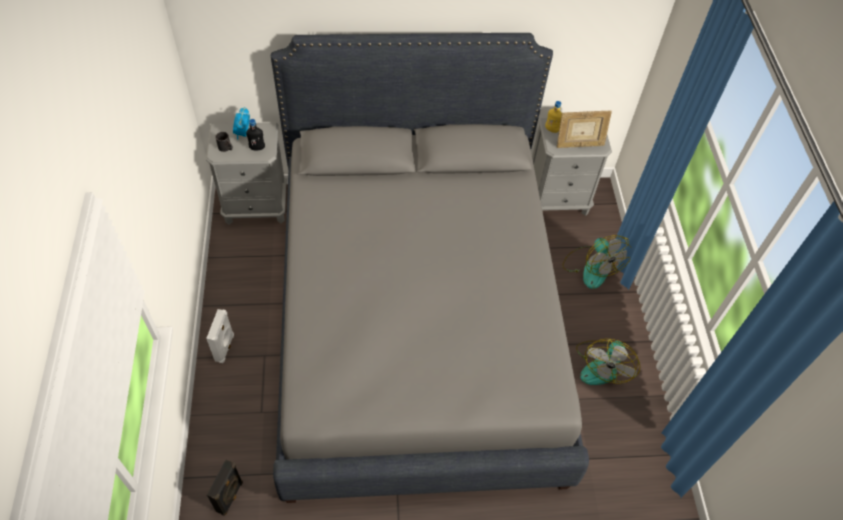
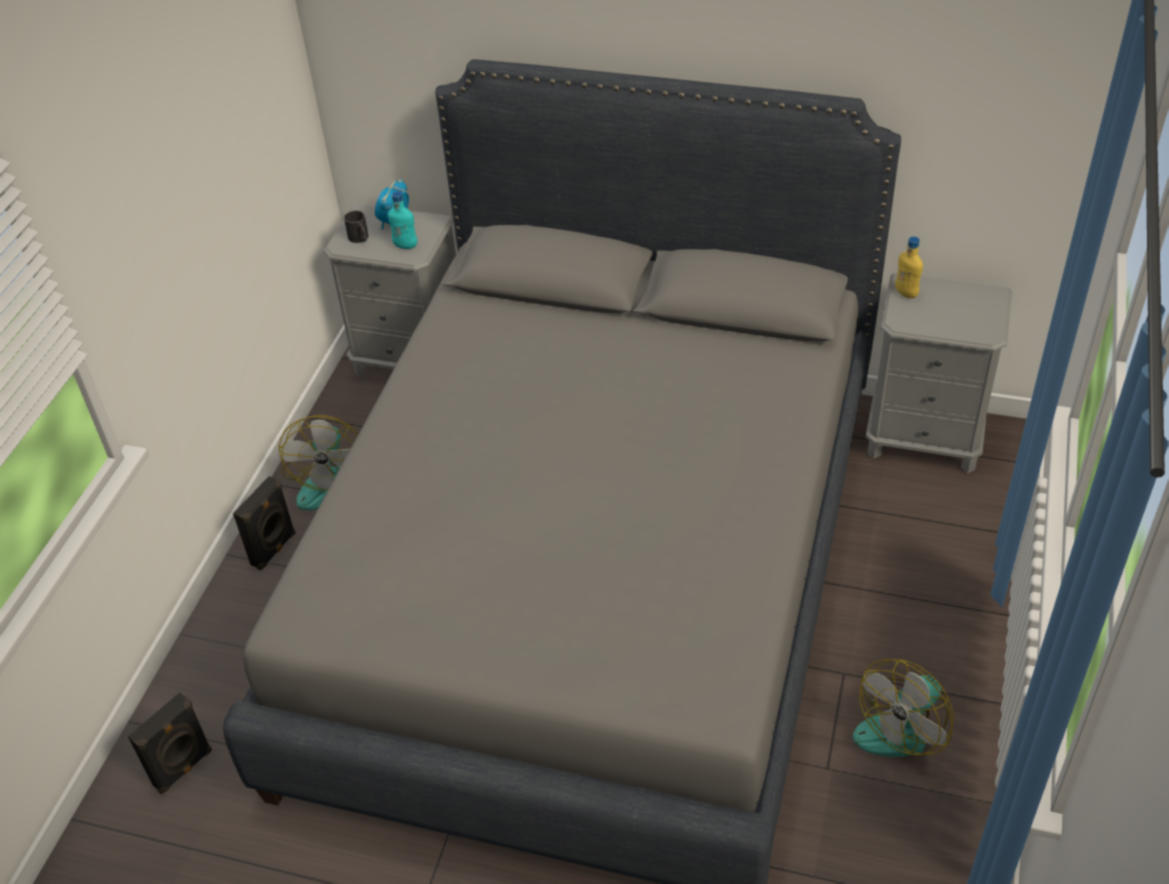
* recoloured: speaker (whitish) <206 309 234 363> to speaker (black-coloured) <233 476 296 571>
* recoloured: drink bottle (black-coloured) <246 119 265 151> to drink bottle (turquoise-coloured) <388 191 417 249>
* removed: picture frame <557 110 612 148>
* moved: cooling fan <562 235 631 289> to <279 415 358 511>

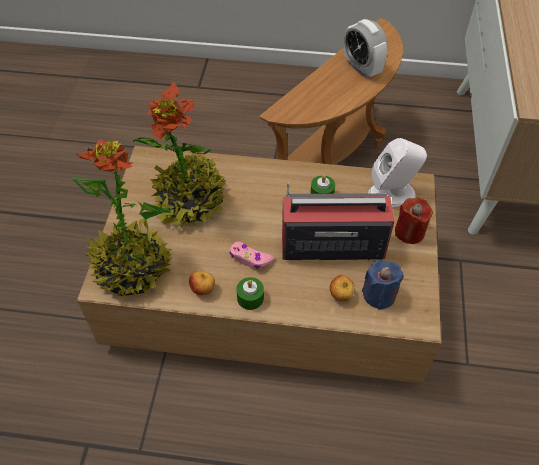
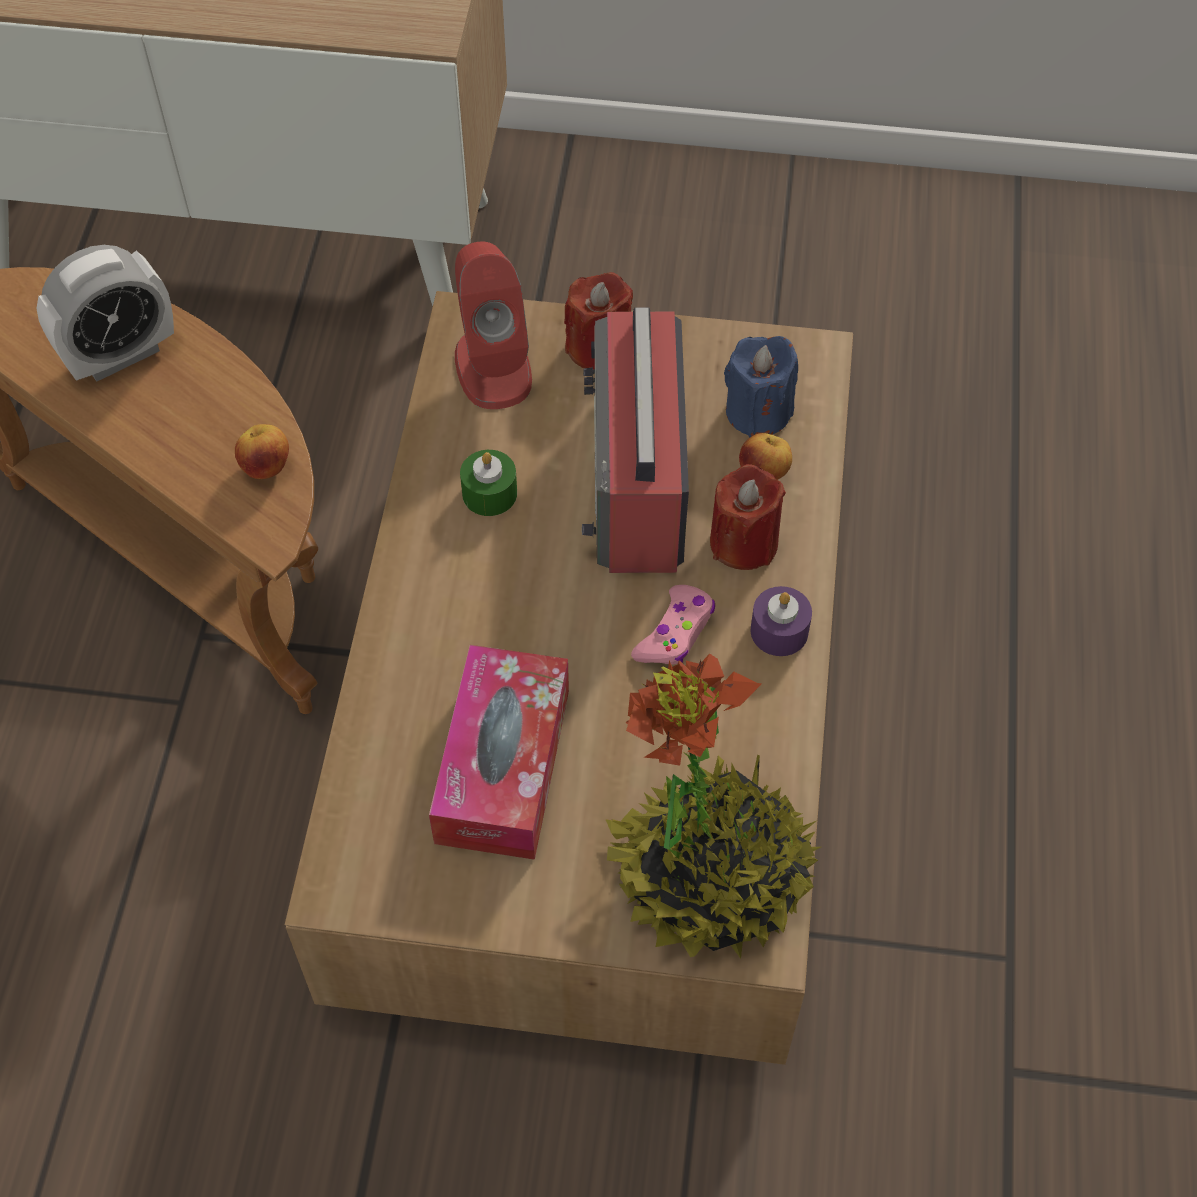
* replaced: potted plant <133 81 226 228> to tissue holder <429 645 569 860>
* moved: apple fruit <189 271 215 295> to <235 424 289 479>
* recoloured: candle (green) <236 277 264 310> to candle (purple) <751 586 812 656>
* recoloured: speaker (whitish) <368 138 427 207> to speaker (red-coloured) <455 242 532 409>
* added: candle (red-coloured) <710 464 786 570>

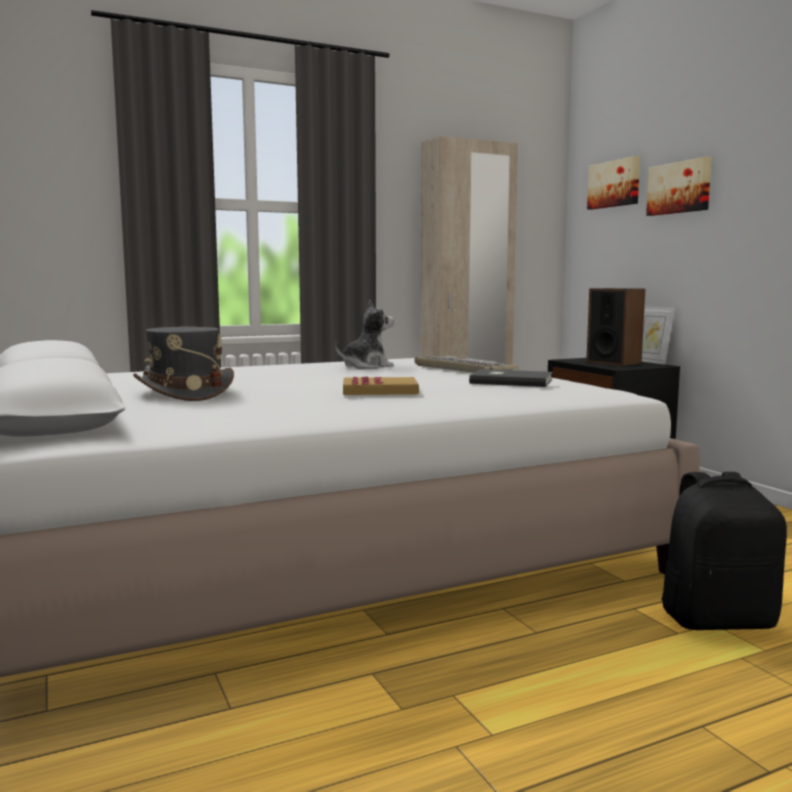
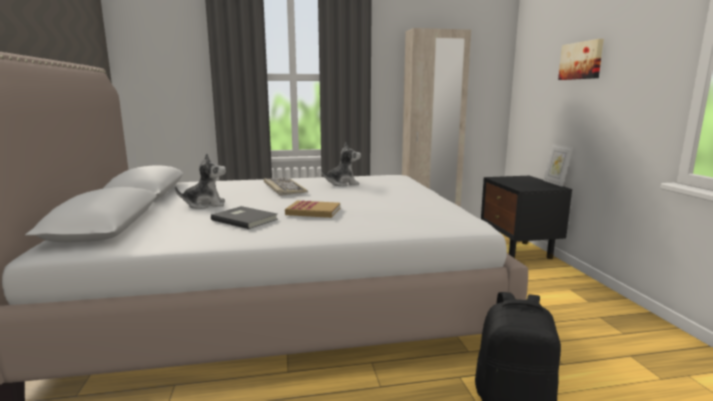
* replaced: hat (gray) <133 327 234 401> to soft toy <175 154 226 209>
* moved: computer keyboard <414 356 519 373> to <264 178 308 196>
* moved: bound book (gray) <469 369 553 387> to <211 206 278 229>
* removed: speaker <586 288 645 366>
* removed: wall picture <587 156 640 210>

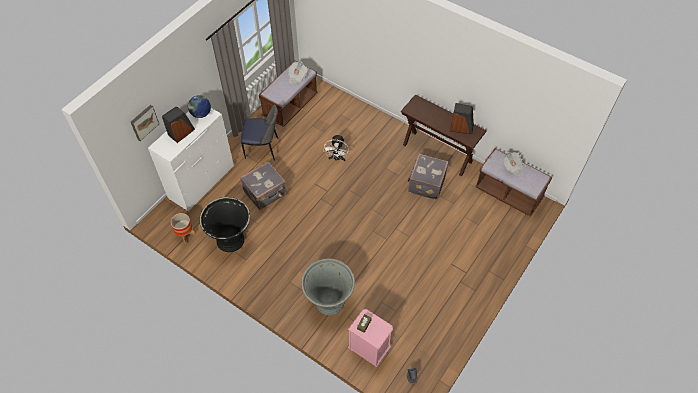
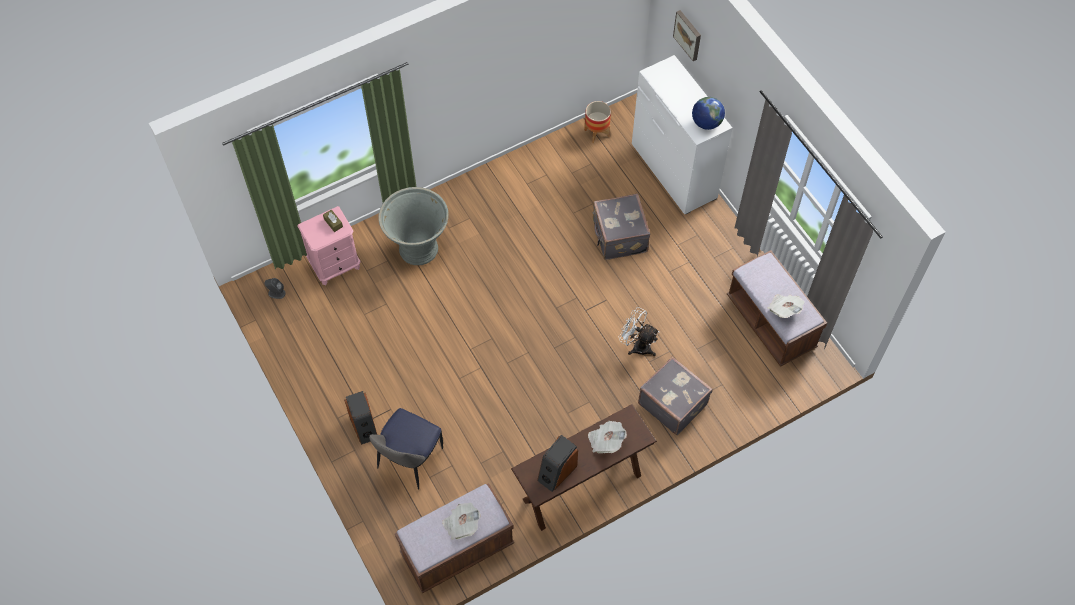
* moved: speaker <162 107 195 143> to <344 391 377 445>
* removed: flower pot (black-coloured) <200 197 250 252>
* moved: chair <241 104 278 161> to <369 408 443 490>
* moved: piece of luggage (gray) <408 154 449 200> to <638 356 713 435>
* added: newspaper <588 421 627 453>

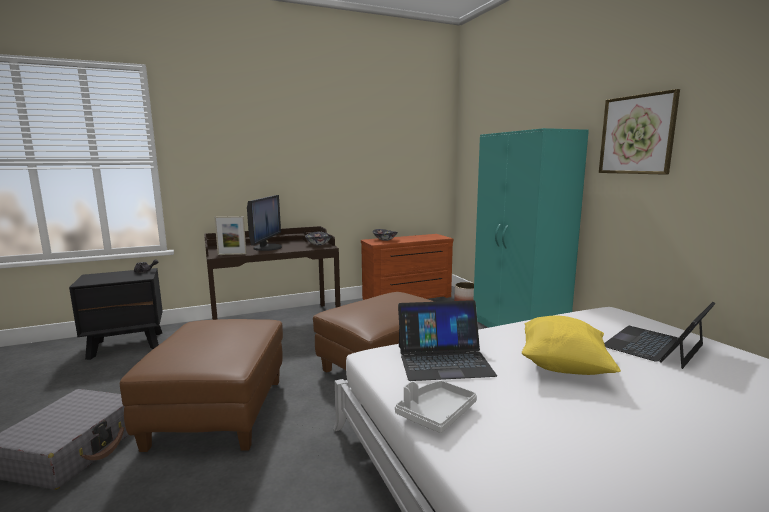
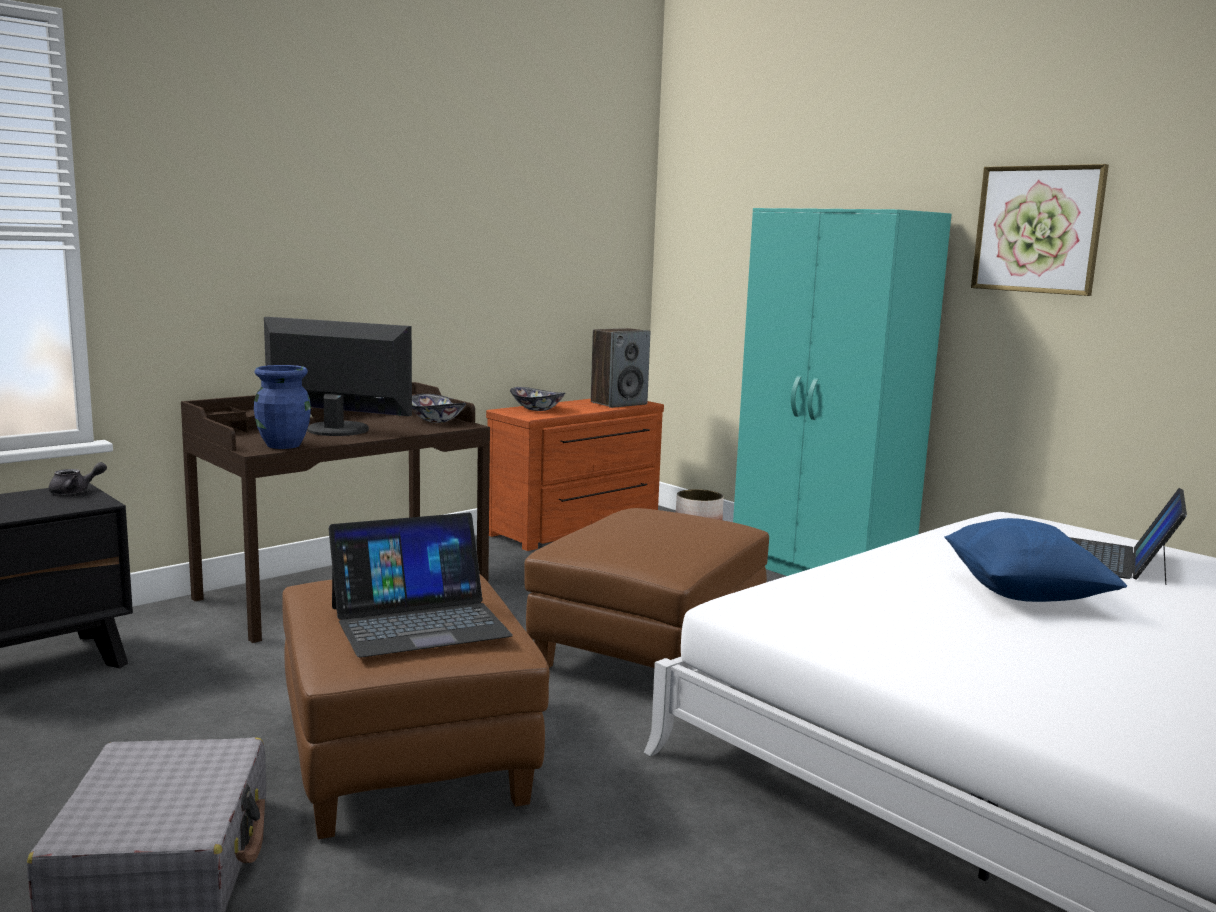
* replaced: picture frame <214 216 247 255> to flower vase (bluish) <254 365 311 449>
* turned: computer display <247 195 282 251> = <264 317 412 436> 60 degrees counterclockwise
* removed: tray (gray) <395 381 477 433>
* moved: laptop <398 300 497 381> to <329 513 513 657>
* recoloured: cushion (yellow-coloured) <522 316 621 375> to cushion (bluish) <944 518 1127 602>
* added: speaker <591 328 650 408>

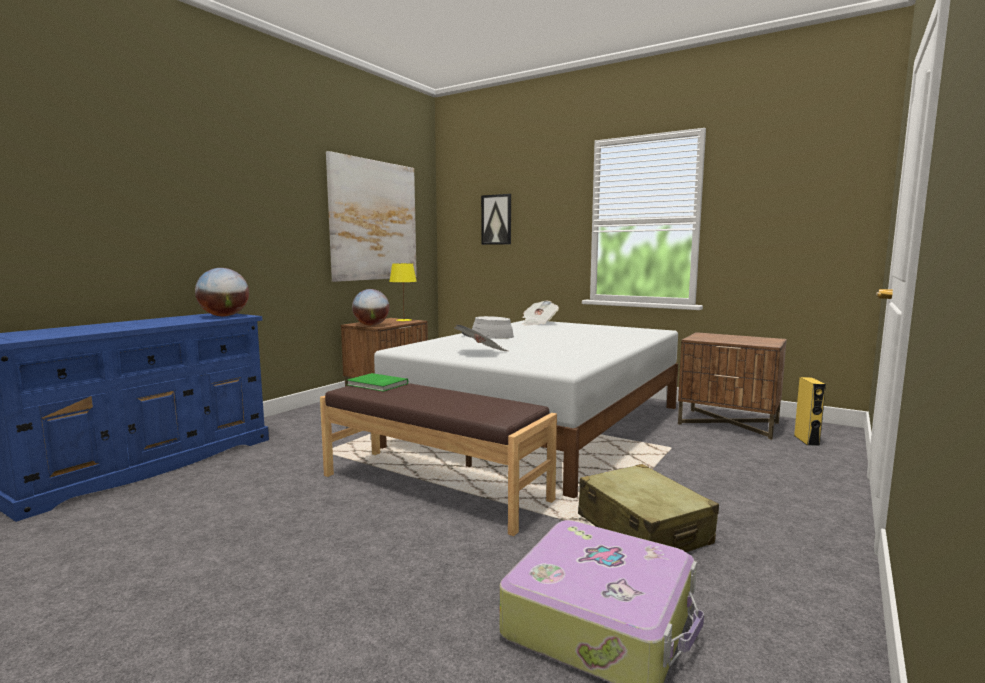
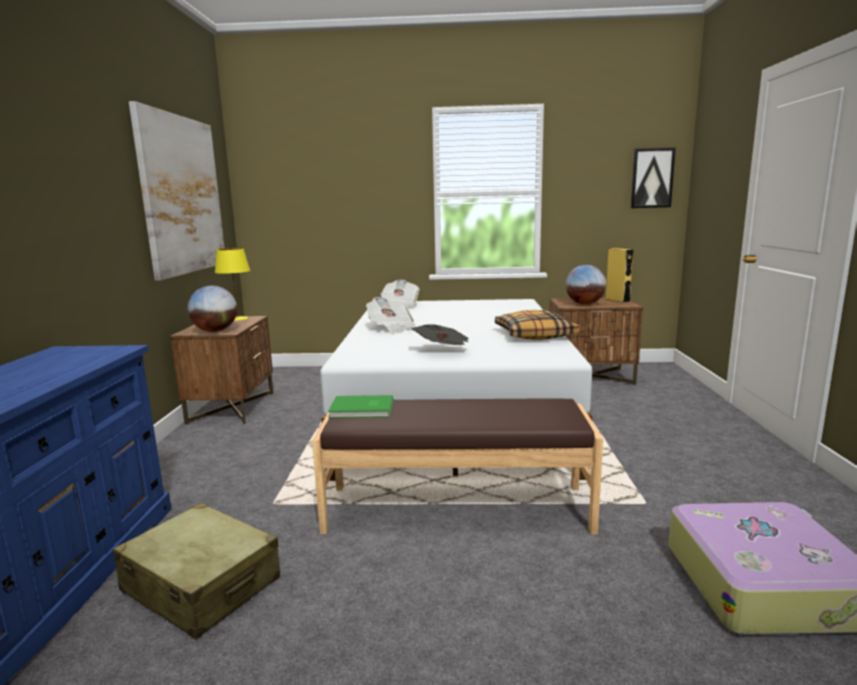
* moved: globe <195 268 249 316> to <565 265 606 304>
* replaced: hat (gray) <462 316 514 339> to newspaper <366 297 416 333>
* moved: wall picture <481 194 511 245> to <631 147 676 208>
* moved: piece of luggage (beige-coloured) <578 464 719 552> to <113 503 280 639>
* moved: speaker (yellow-coloured) <794 377 826 446> to <606 248 633 303>
* added: cushion <495 310 579 340>

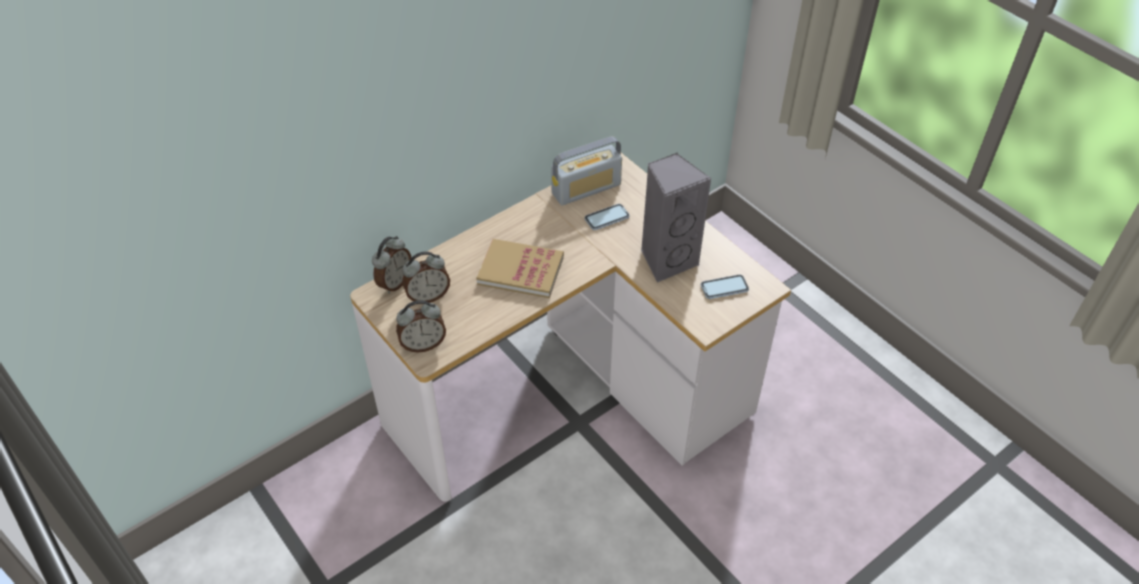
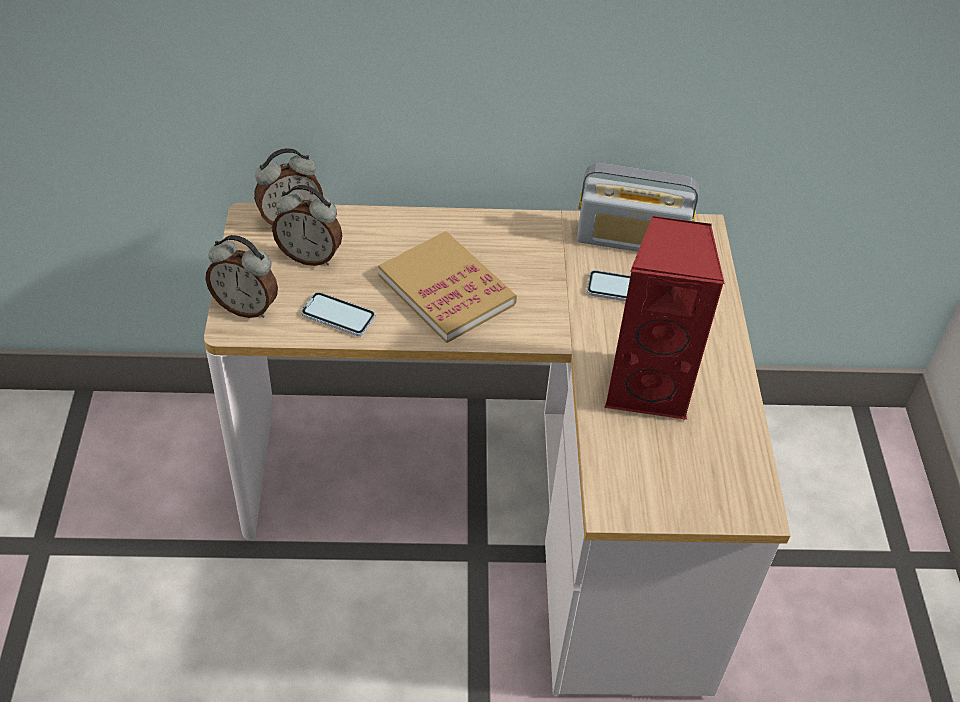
* recoloured: speaker (gray) <641 152 712 283> to speaker (red-coloured) <604 216 725 420>
* moved: handset <701 274 749 299> to <301 292 375 336>

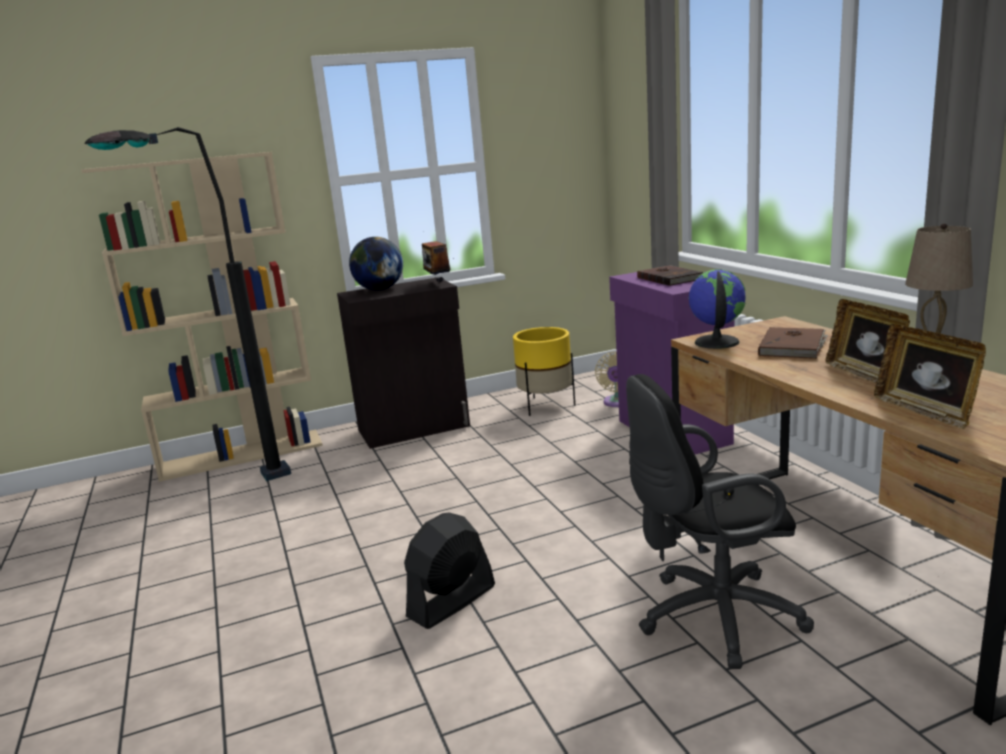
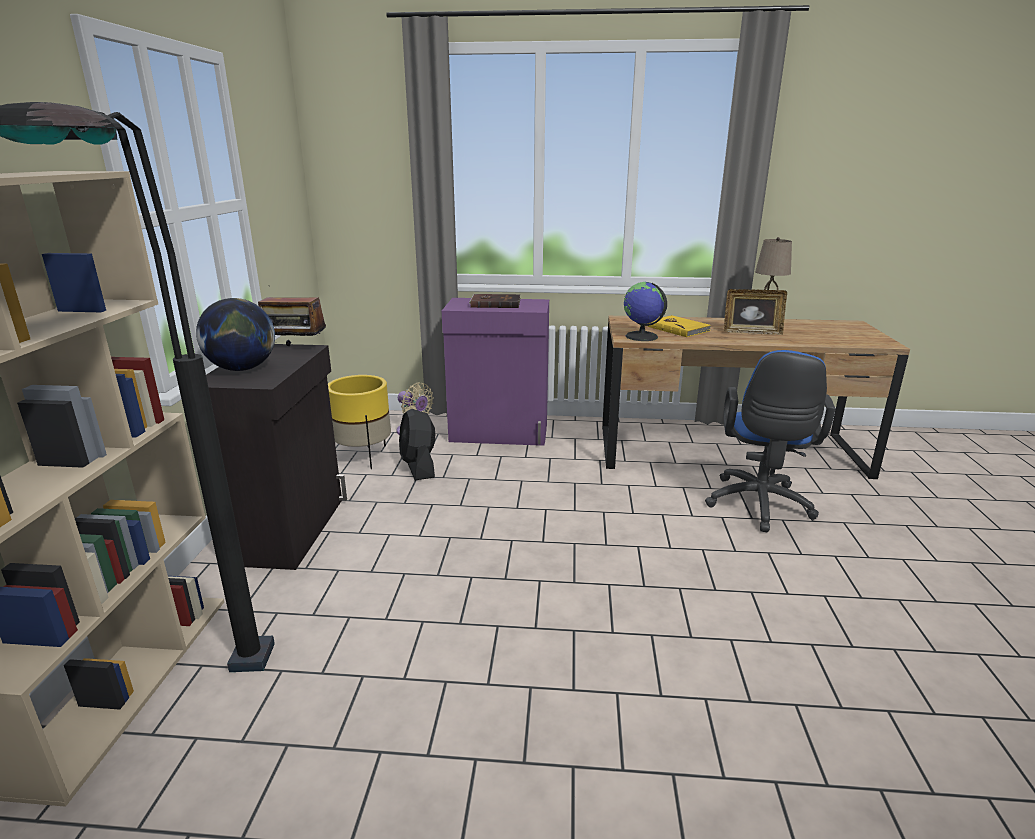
* moved: cooling fan (black-coloured) <404 512 495 629> to <399 409 435 481>
* recoloured: office chair (black-coloured) <626 374 814 669> to office chair (bluish) <705 350 836 532>
* recoloured: bound book (brown) <758 327 828 359> to bound book (yellow-coloured) <648 315 711 337>
* removed: picture frame <874 324 986 429>

